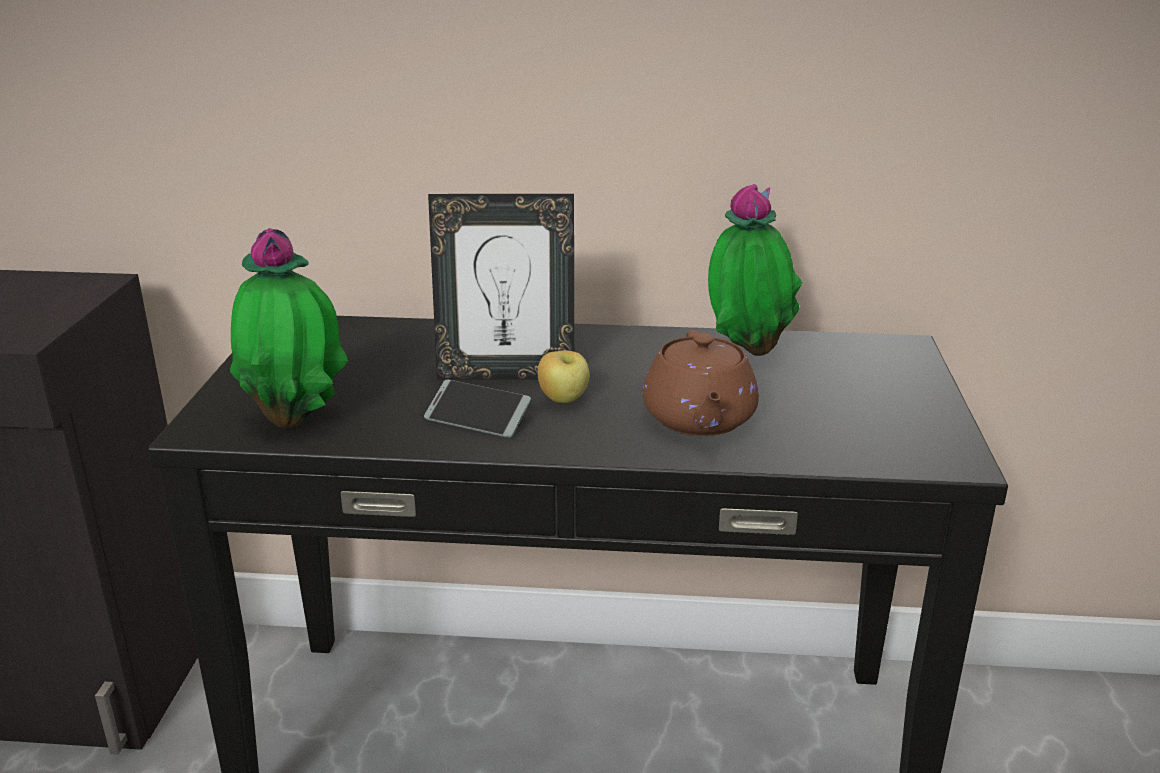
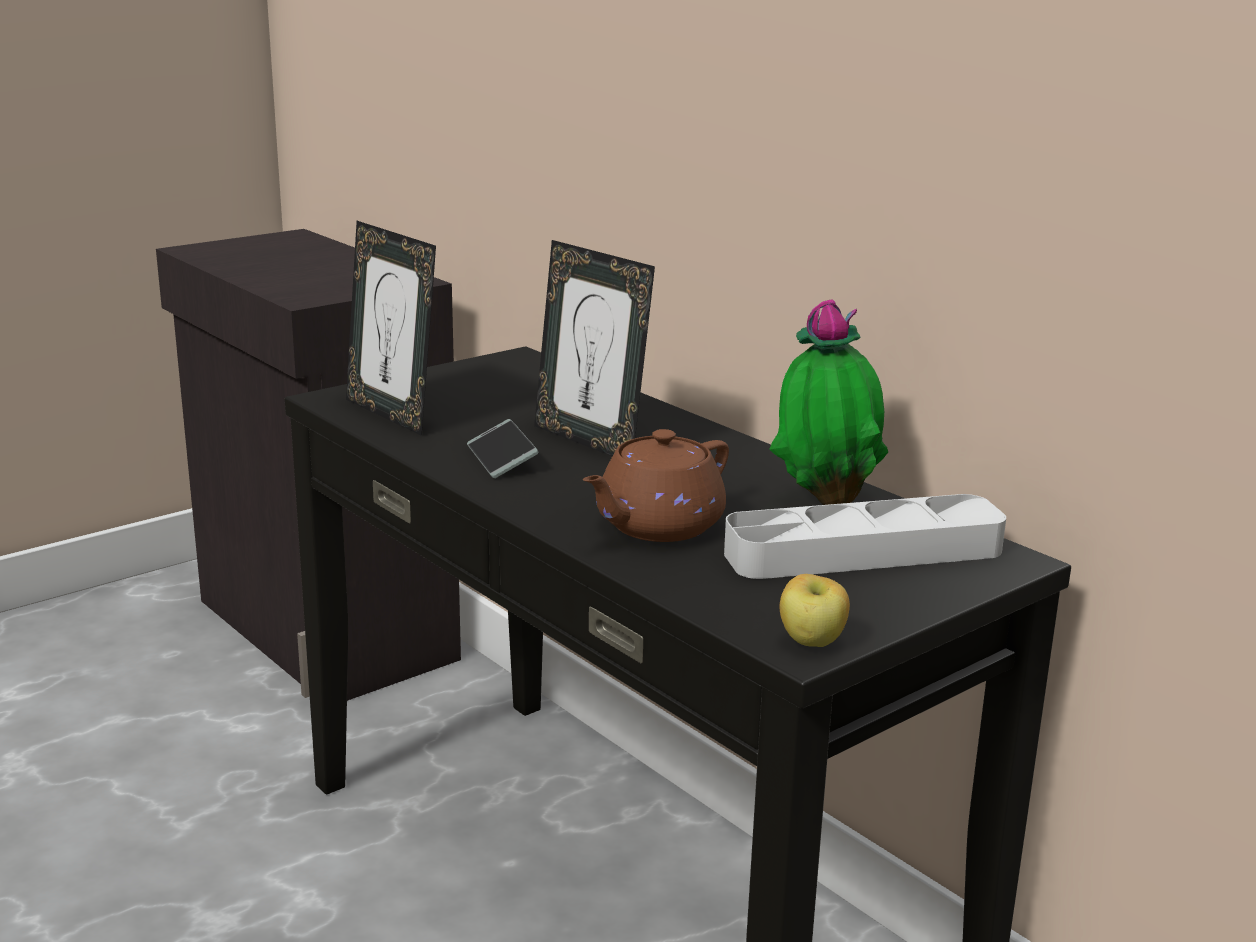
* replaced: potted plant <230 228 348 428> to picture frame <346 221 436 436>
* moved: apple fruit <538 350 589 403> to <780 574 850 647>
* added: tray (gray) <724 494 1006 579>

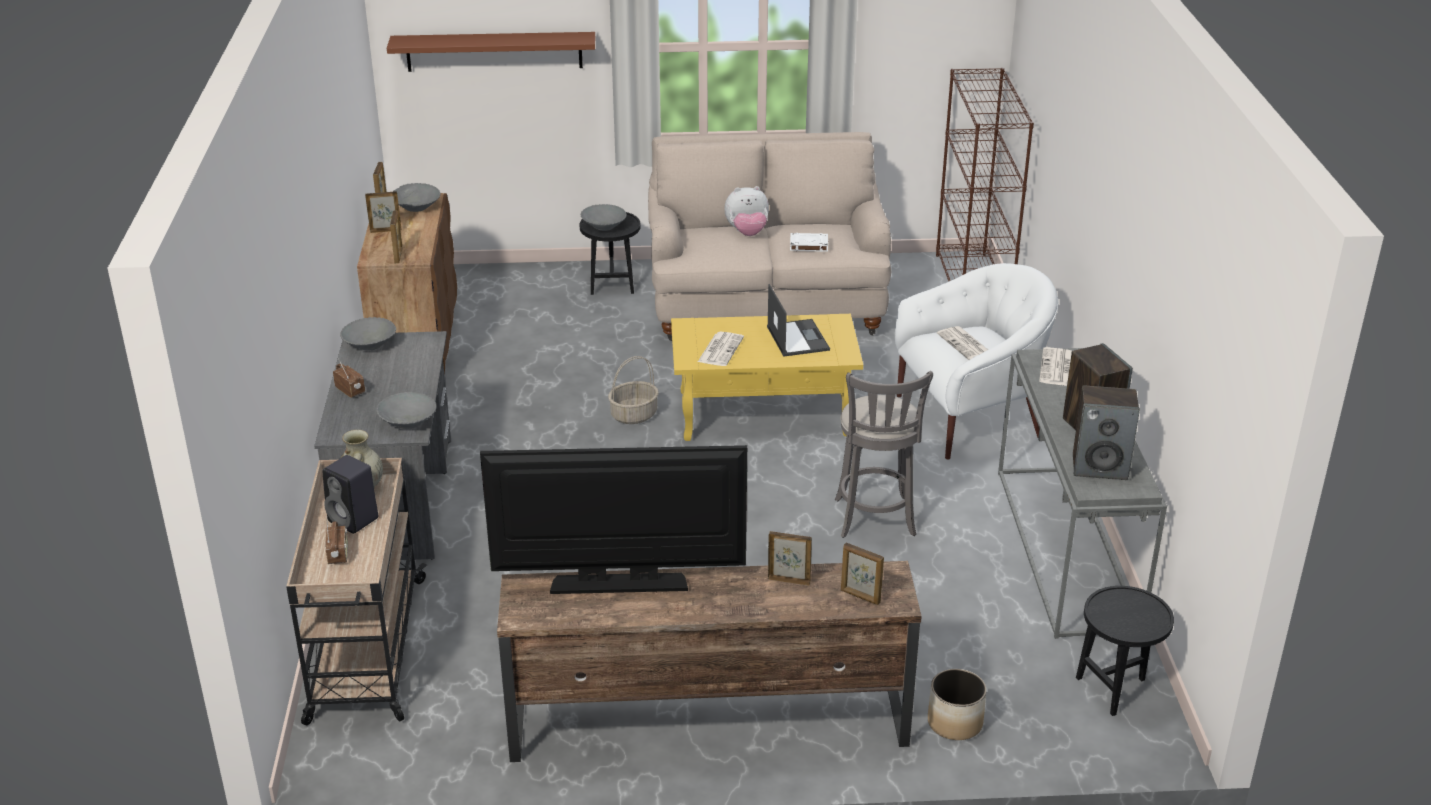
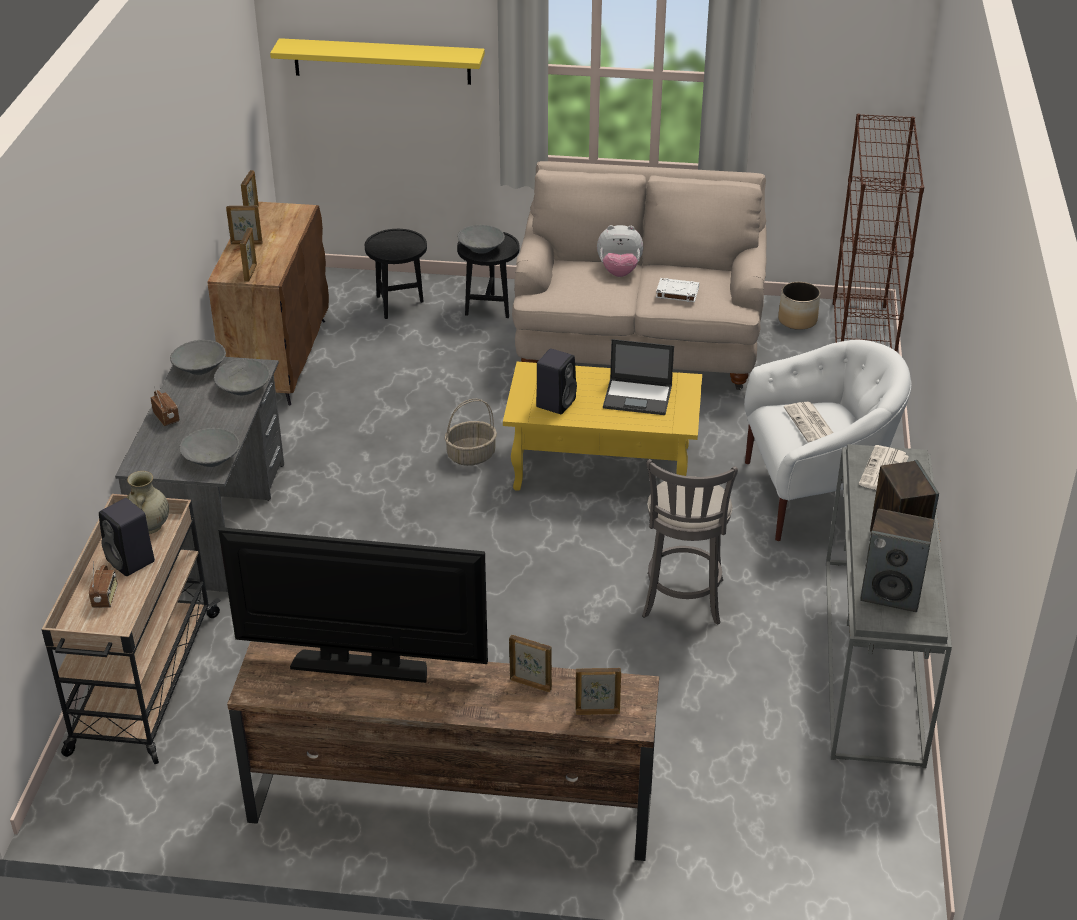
* recoloured: bracket shelf (brown) <387 32 595 72> to bracket shelf (yellow-coloured) <270 38 485 85>
* moved: deep dish (gray) <393 183 440 212> to <214 358 270 395>
* replaced: newspaper <698 331 744 366> to speaker (black-coloured) <536 349 577 414>
* turned: laptop <767 284 830 357> = <603 339 674 415> 105 degrees clockwise
* turned: picture frame <841 543 884 605> = <576 668 621 715> 135 degrees clockwise
* moved: flower pot <928 669 987 740> to <778 282 820 330>
* moved: end table (black-coloured) <1076 586 1174 716> to <365 229 427 319>

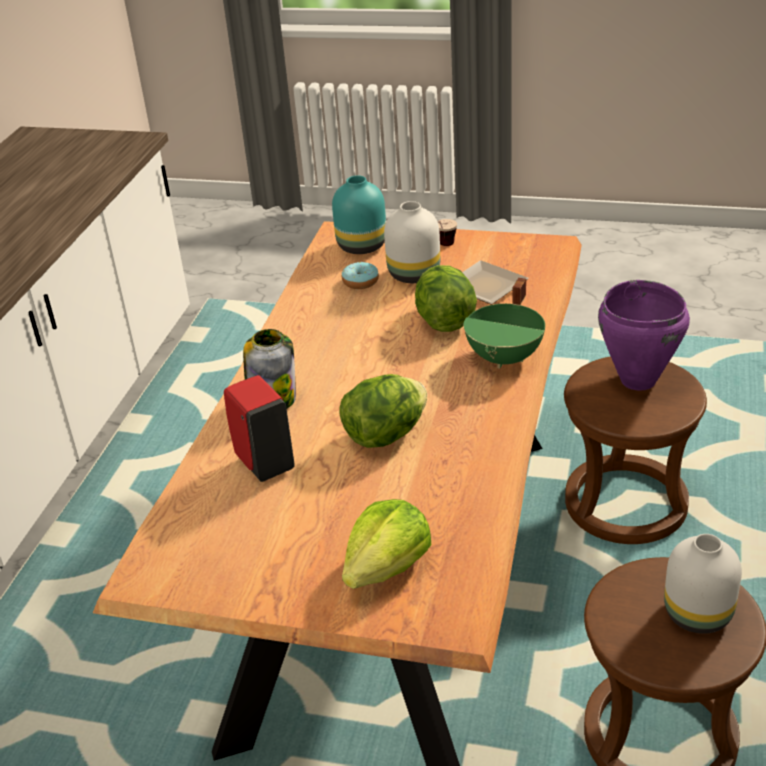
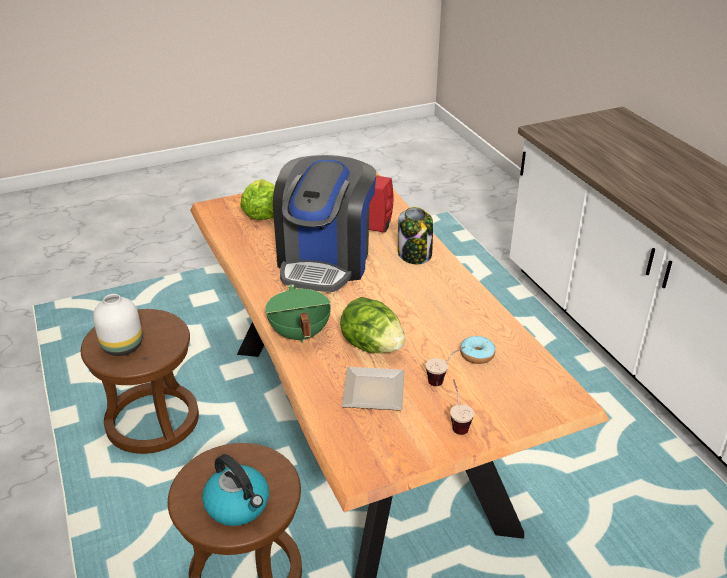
* removed: flower vase (turquoise-coloured) <332 175 386 254>
* replaced: lettuce head <339 374 427 448> to coffee maker <273 155 376 292>
* replaced: flower vase (whitish) <384 201 440 283> to drinking cup <426 347 465 386>
* replaced: saucepot (purple) <598 280 690 391> to kettle <202 454 269 526>

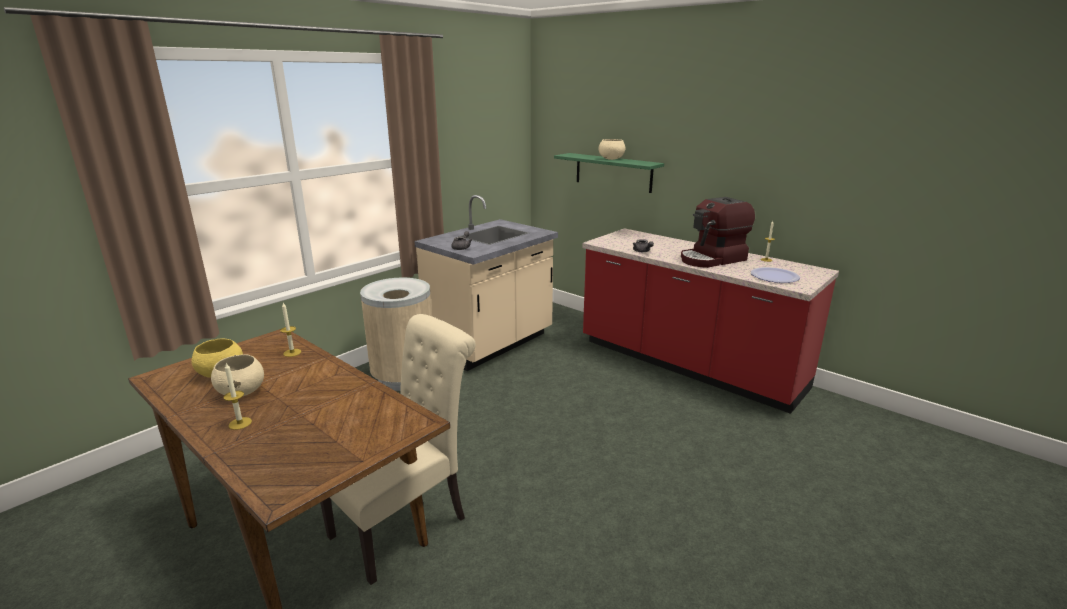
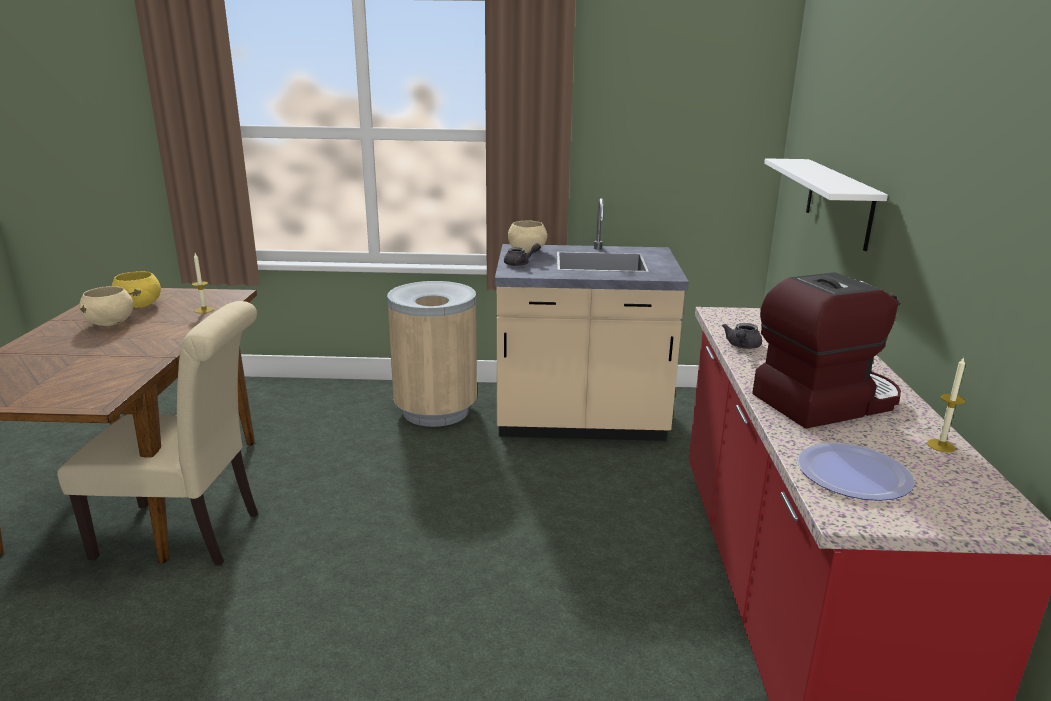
* removed: candle <224 363 252 430>
* recoloured: bracket shelf (green) <554 153 664 193> to bracket shelf (whitish) <764 158 888 251>
* moved: deep dish (beige-coloured) <598 139 625 160> to <508 220 547 253>
* turned: coffee maker <681 197 755 268> = <752 272 901 429> 135 degrees clockwise

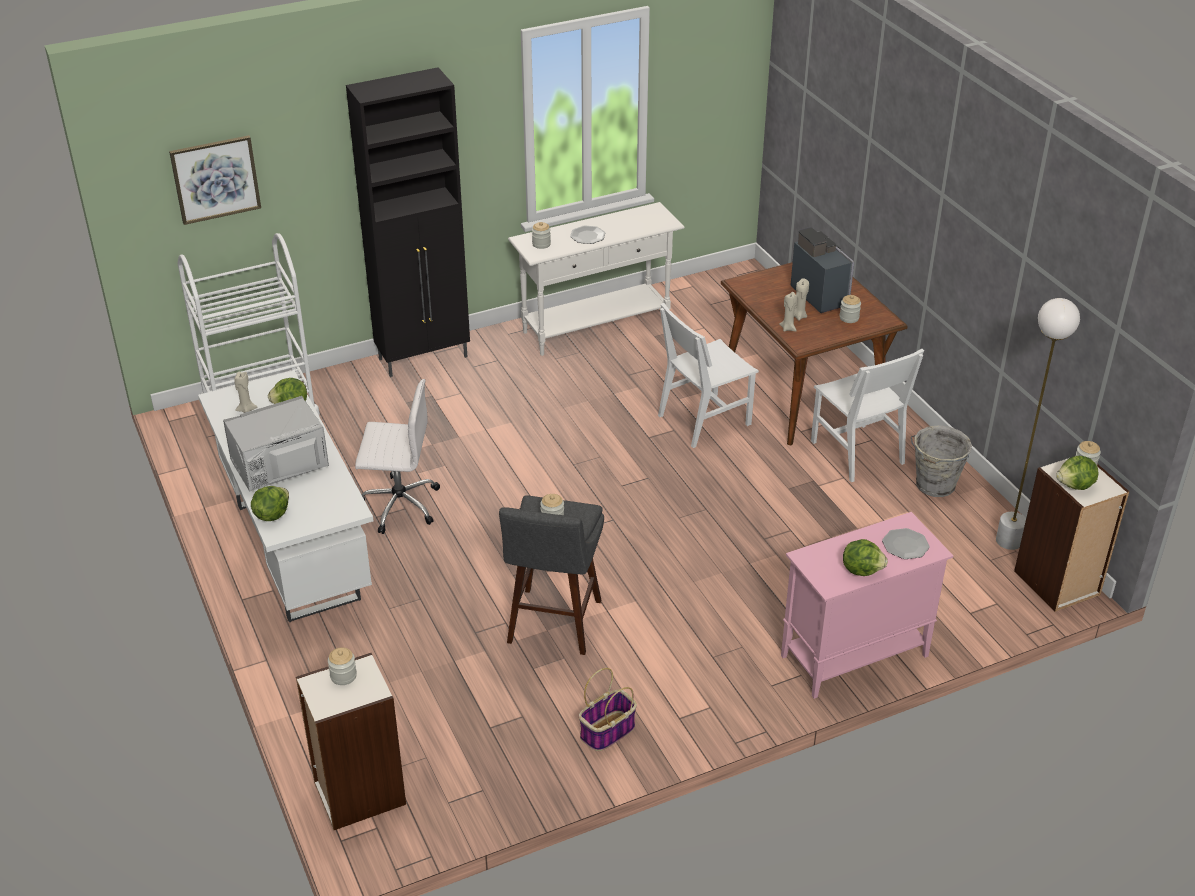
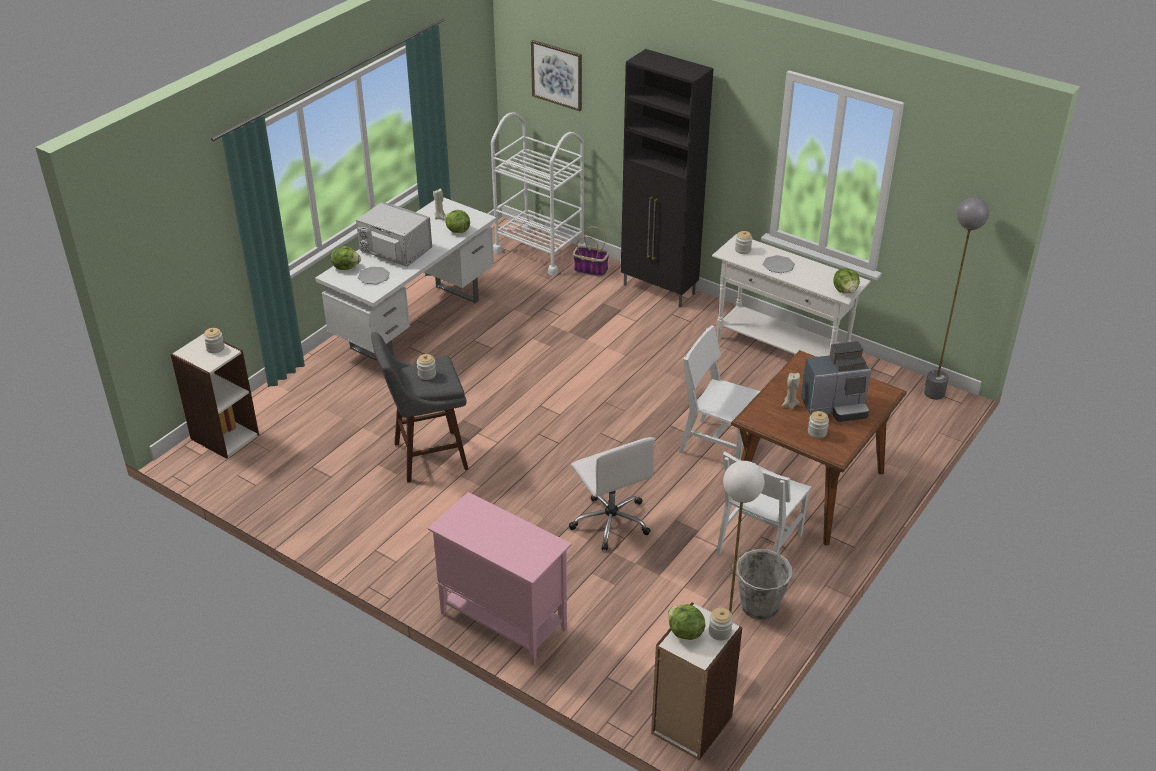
* moved: office chair (whitish) <355 379 440 534> to <569 437 655 551>
* moved: household basket <579 668 637 751> to <573 226 609 277>
* removed: candle (beige-coloured) <779 292 797 332>
* turned: coffee maker <790 227 854 313> = <801 341 871 422> 45 degrees clockwise
* moved: lettuce head <843 539 888 576> to <833 268 860 294>
* moved: dinner plate <882 528 930 559> to <358 267 390 284>
* added: standing lamp (gray) <924 197 989 400>

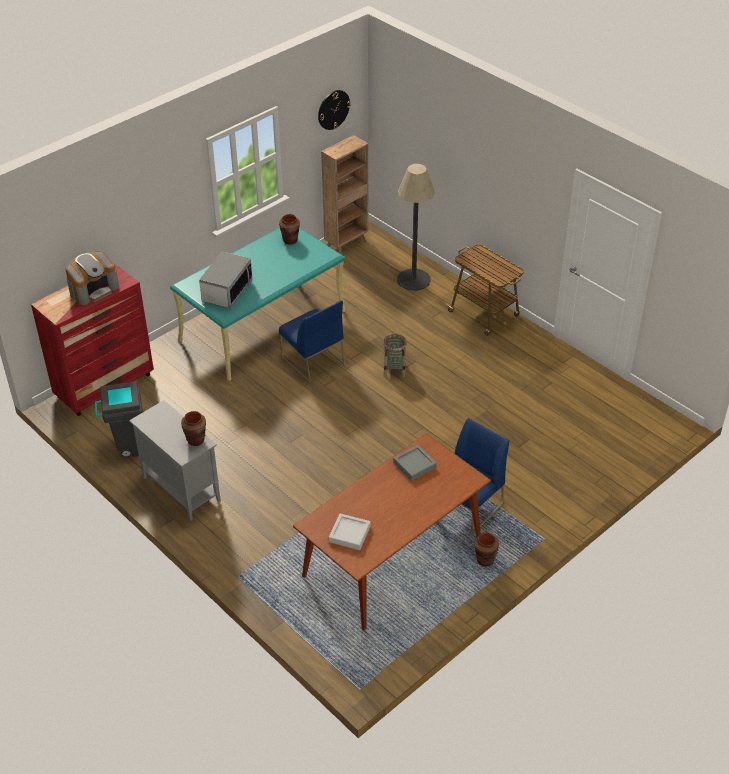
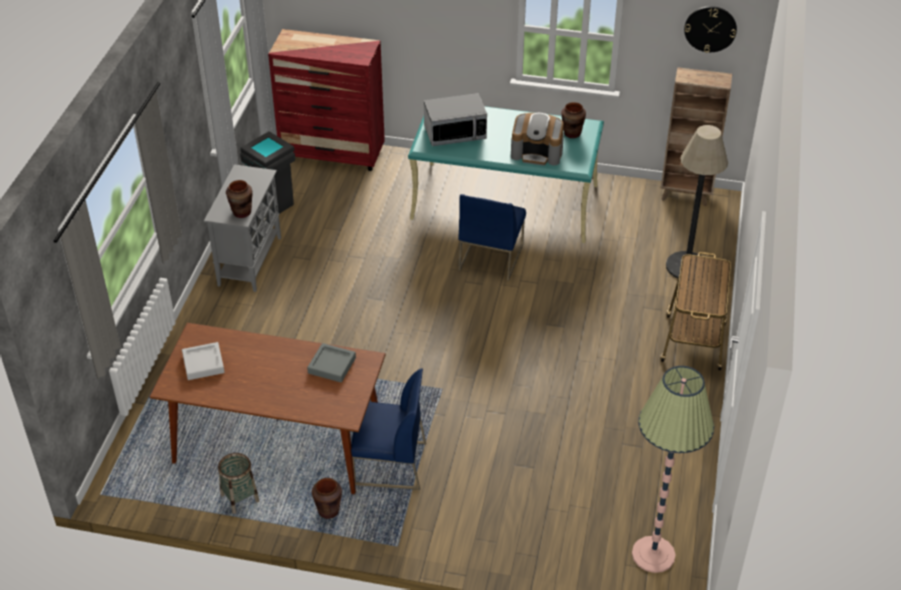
* moved: coffee maker <65 251 119 305> to <511 113 564 166>
* moved: household basket <383 334 407 377> to <218 453 259 514>
* added: standing lamp <632 366 714 573>

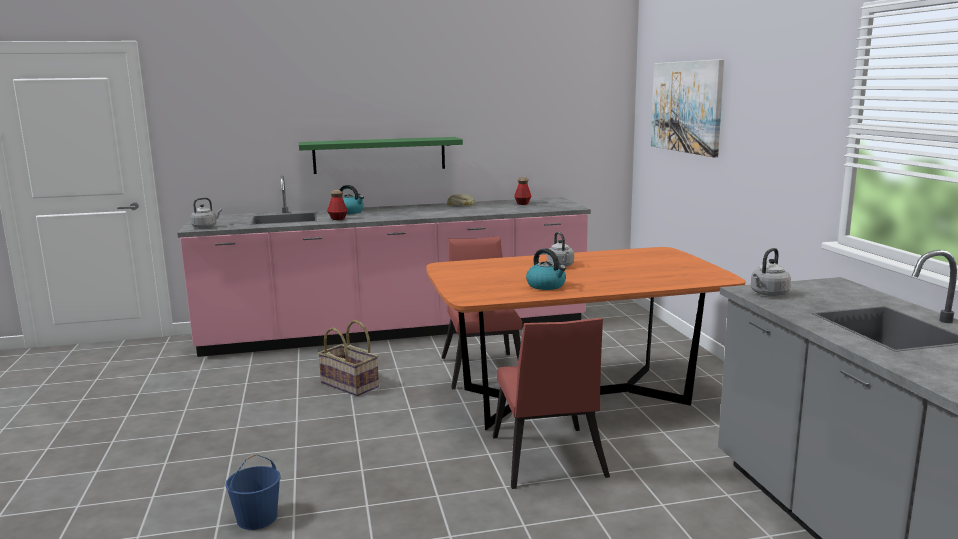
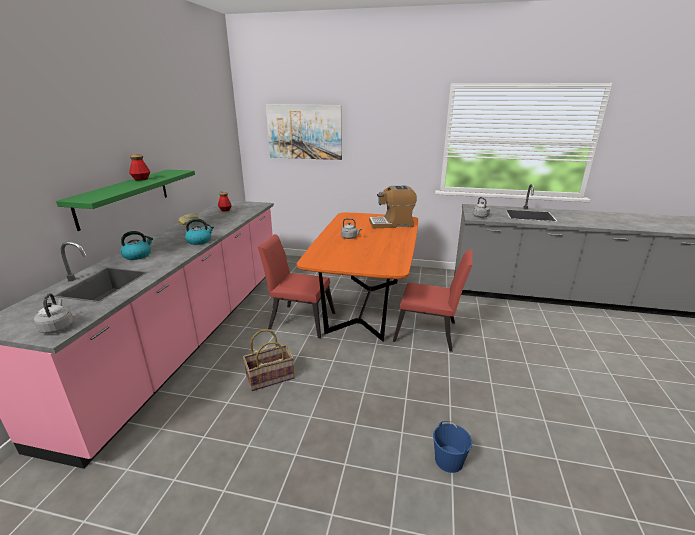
* moved: drink bottle <327 190 348 220> to <129 154 151 181>
* moved: kettle <526 249 566 290> to <185 219 214 245>
* added: coffee maker <369 186 417 228>

